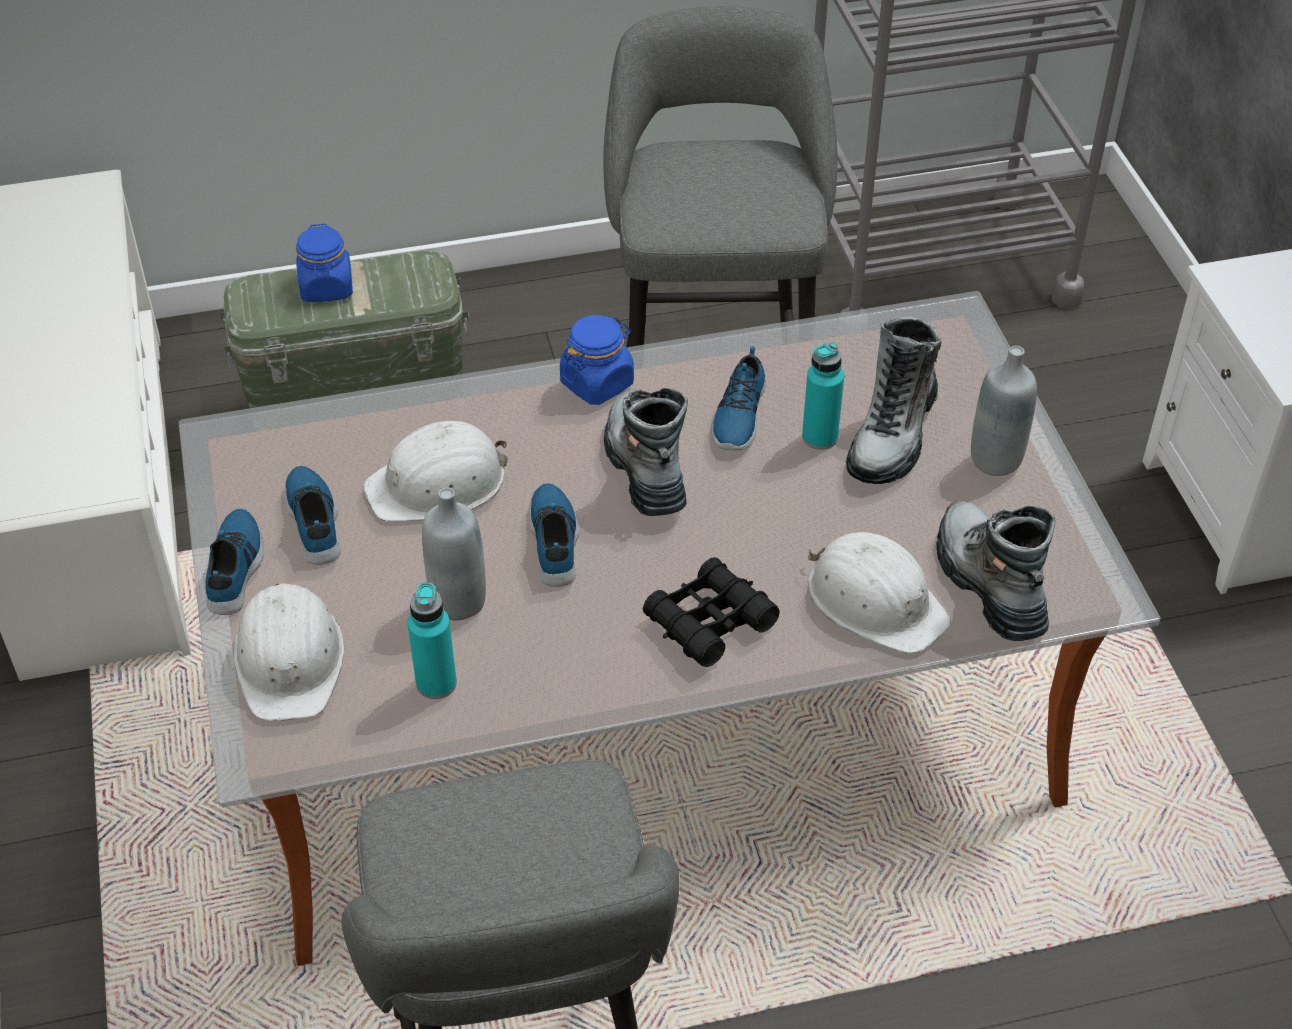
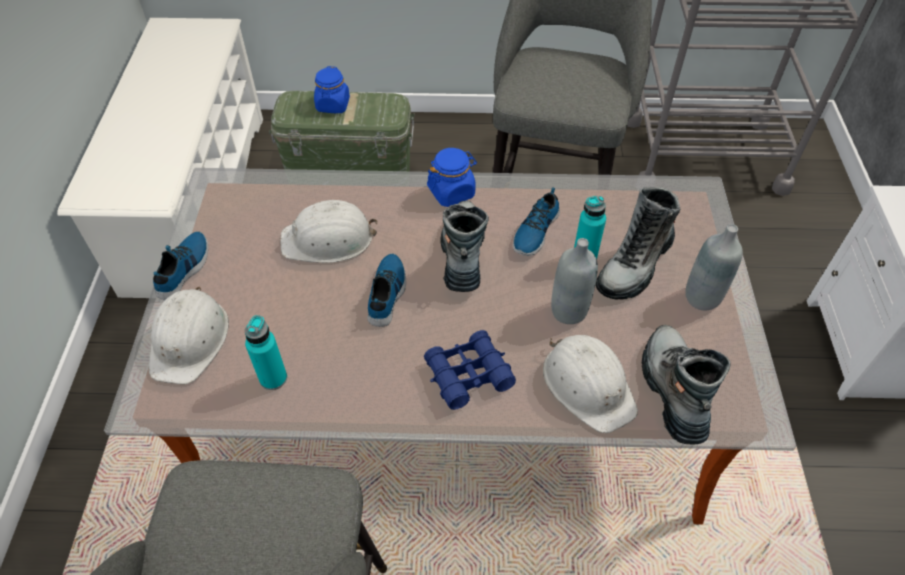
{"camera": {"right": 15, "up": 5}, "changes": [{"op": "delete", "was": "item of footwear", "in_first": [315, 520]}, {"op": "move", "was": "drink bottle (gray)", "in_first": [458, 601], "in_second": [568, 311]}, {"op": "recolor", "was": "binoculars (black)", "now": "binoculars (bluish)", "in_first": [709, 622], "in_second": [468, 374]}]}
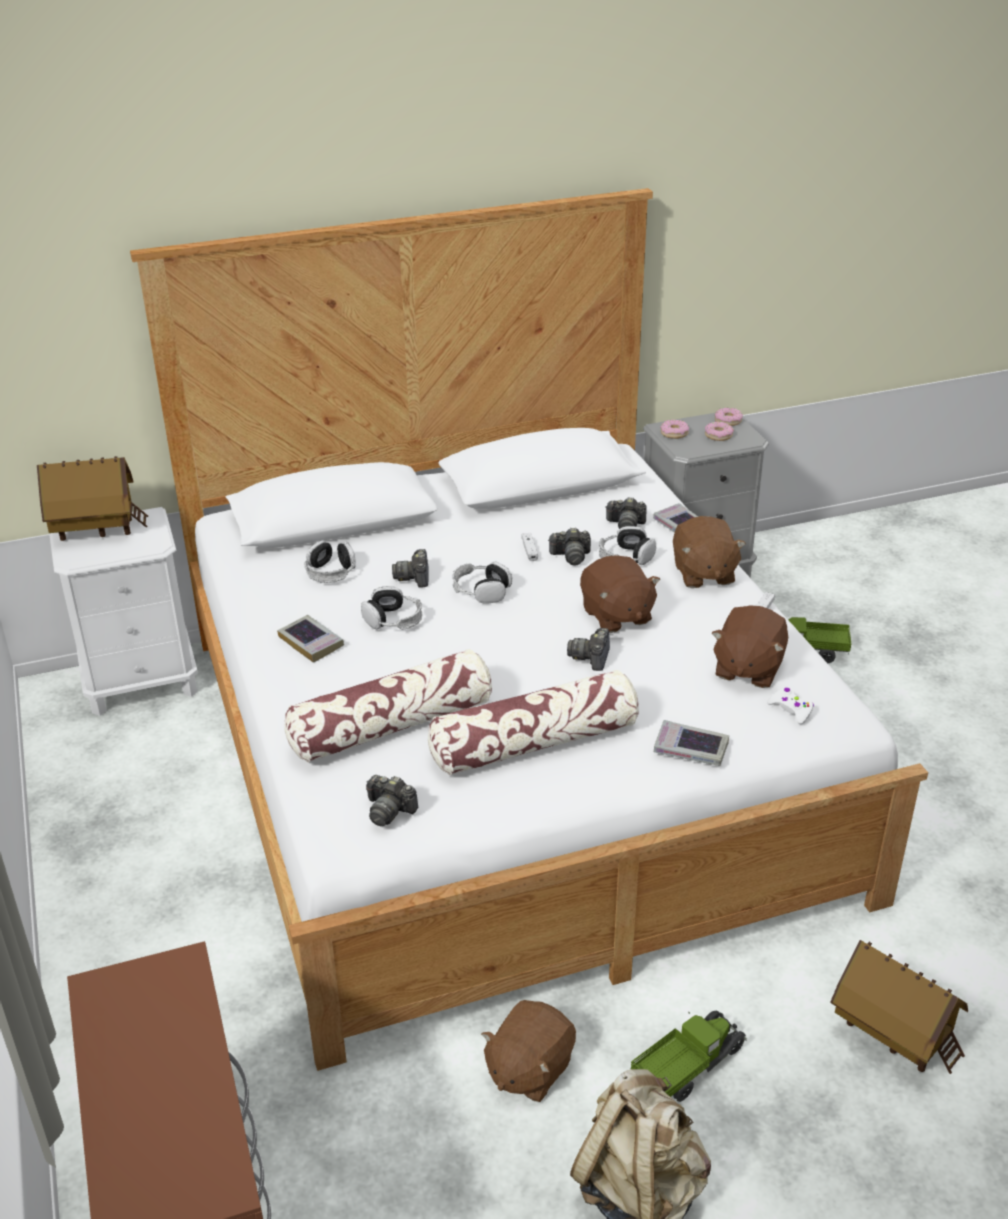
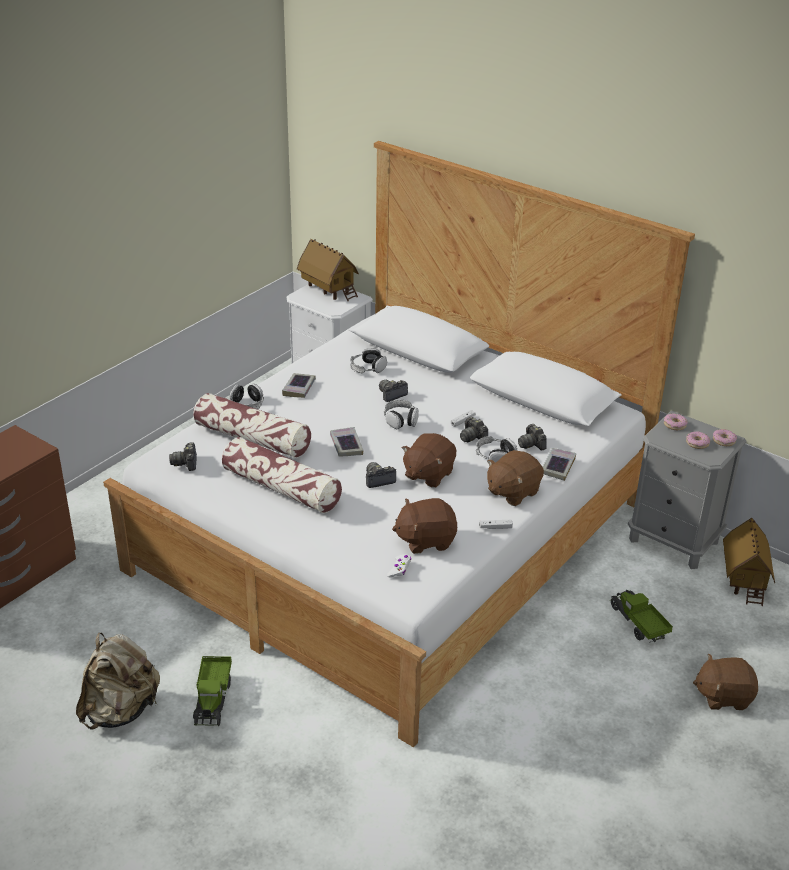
{"camera": {"right": 55, "up": 0}, "changes": [{"op": "move", "was": "pair of headphones", "in_first": [393, 620], "in_second": [247, 404]}, {"op": "move", "was": "bound book", "in_first": [690, 749], "in_second": [346, 445]}, {"op": "move", "was": "model house", "in_first": [893, 1036], "in_second": [744, 580]}, {"op": "move", "was": "plush toy (brown)", "in_first": [529, 1069], "in_second": [723, 696]}, {"op": "rotate", "was": "model truck", "in_first": [687, 1067], "in_second": [213, 699], "clockwise": 75}]}
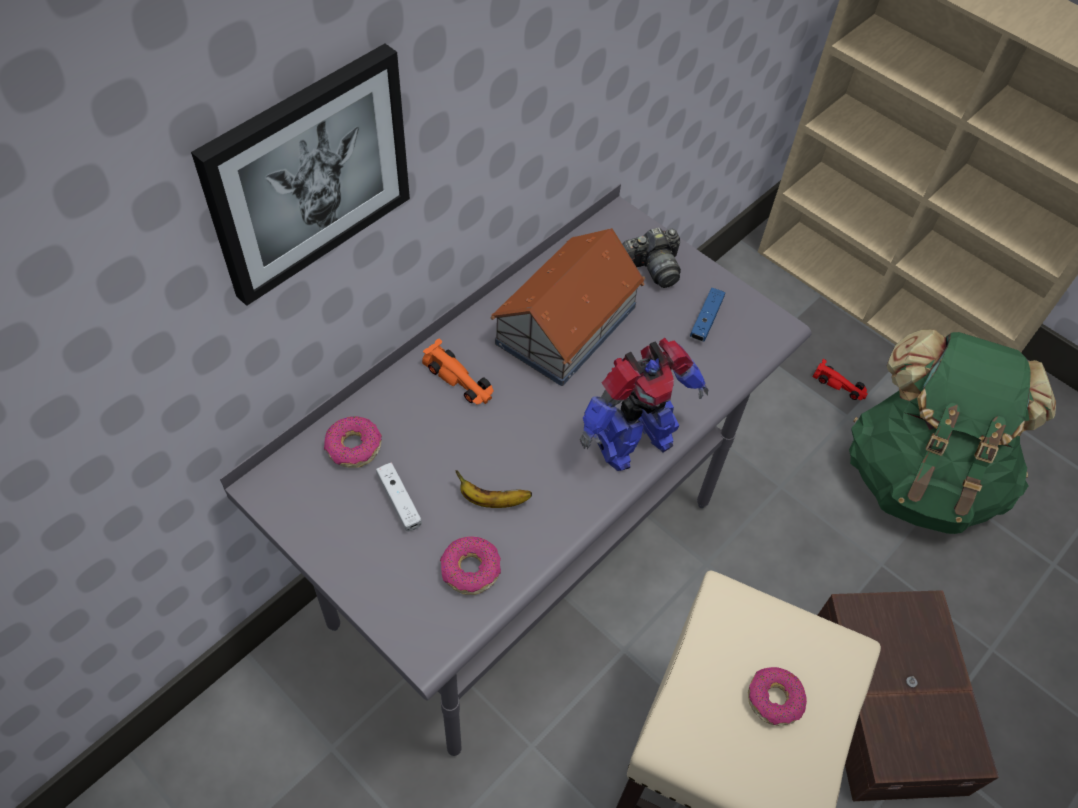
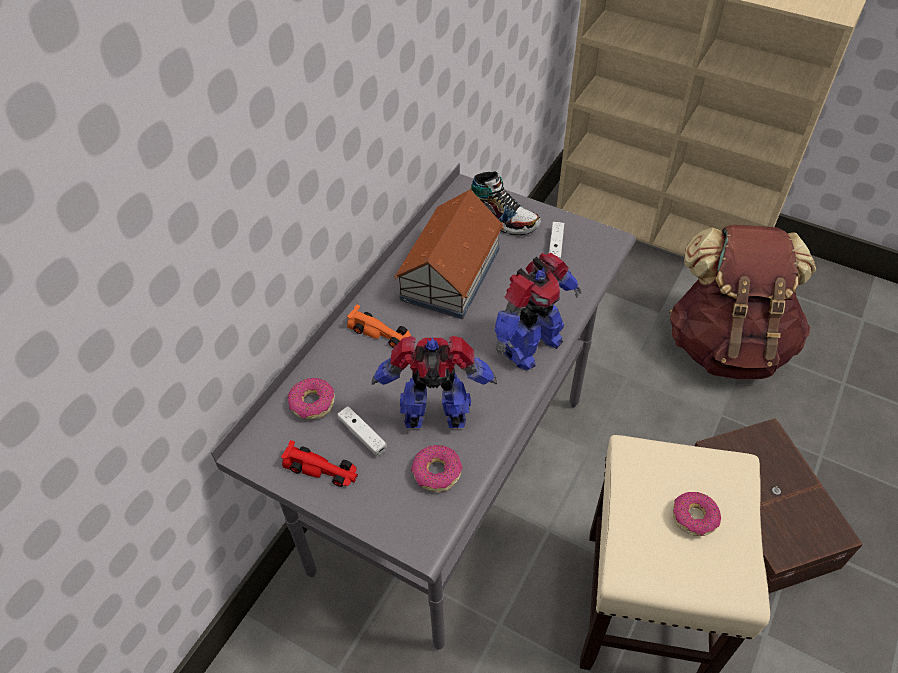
{"camera": {"right": -10, "up": -5}, "changes": [{"op": "delete", "was": "picture", "in_first": [308, 173]}, {"op": "replace", "was": "still camera", "now": "item of footwear", "in_first": [652, 268], "in_second": [502, 219]}, {"op": "recolor", "was": "joypad (bluish)", "now": "joypad (whitish)", "in_first": [706, 320], "in_second": [555, 246]}, {"op": "recolor", "was": "rucksack (green)", "now": "rucksack (brown)", "in_first": [919, 477], "in_second": [727, 344]}, {"op": "move", "was": "toy car (reddish)", "in_first": [840, 385], "in_second": [322, 469]}, {"op": "replace", "was": "banana", "now": "model robot", "in_first": [492, 500], "in_second": [436, 416]}]}
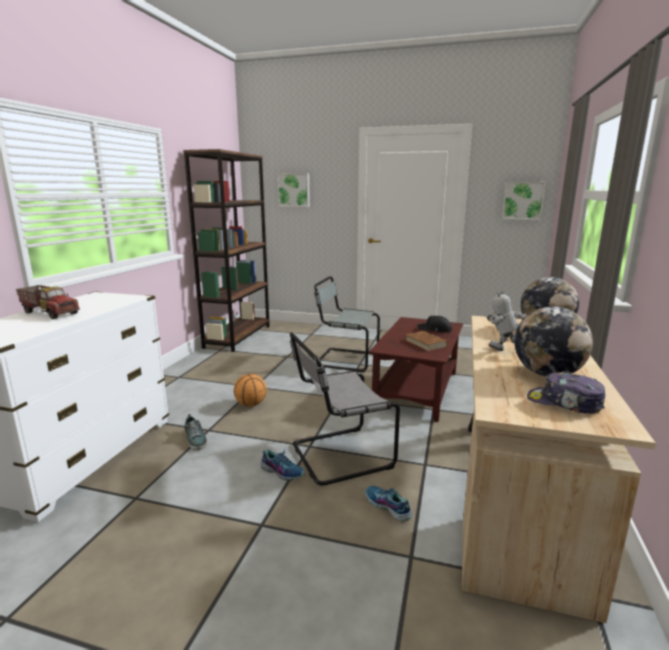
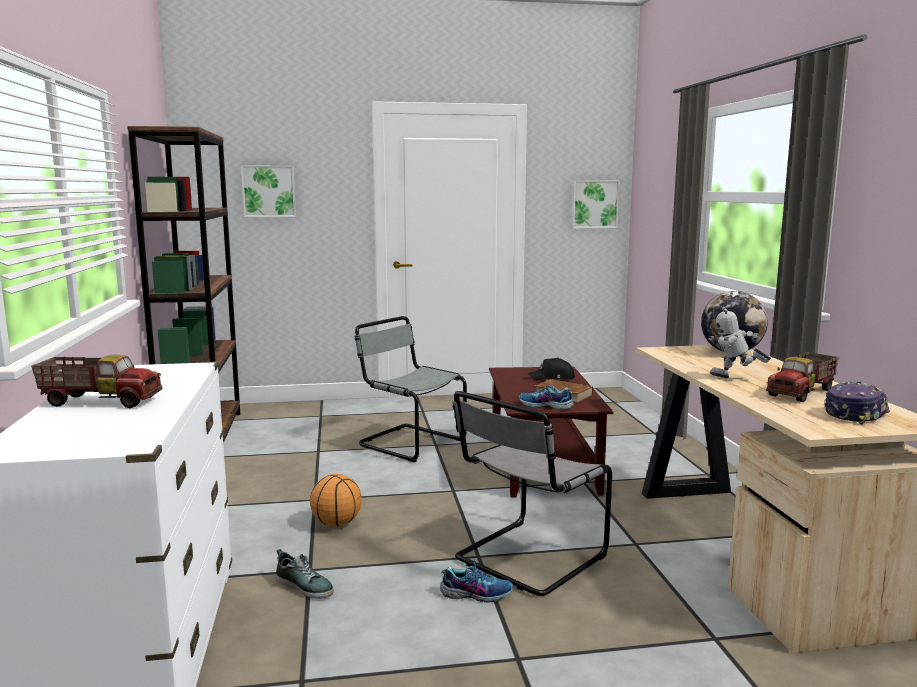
{"camera": {"right": -25, "up": -5}, "changes": [{"op": "rotate", "was": "plain chair (gray)", "in_first": [344, 360], "in_second": [408, 442], "clockwise": 45}, {"op": "replace", "was": "desk globe", "now": "model truck", "in_first": [547, 374], "in_second": [802, 393]}, {"op": "rotate", "was": "cap", "in_first": [564, 403], "in_second": [855, 414], "clockwise": 135}, {"op": "move", "was": "item of footwear", "in_first": [387, 507], "in_second": [545, 406]}]}
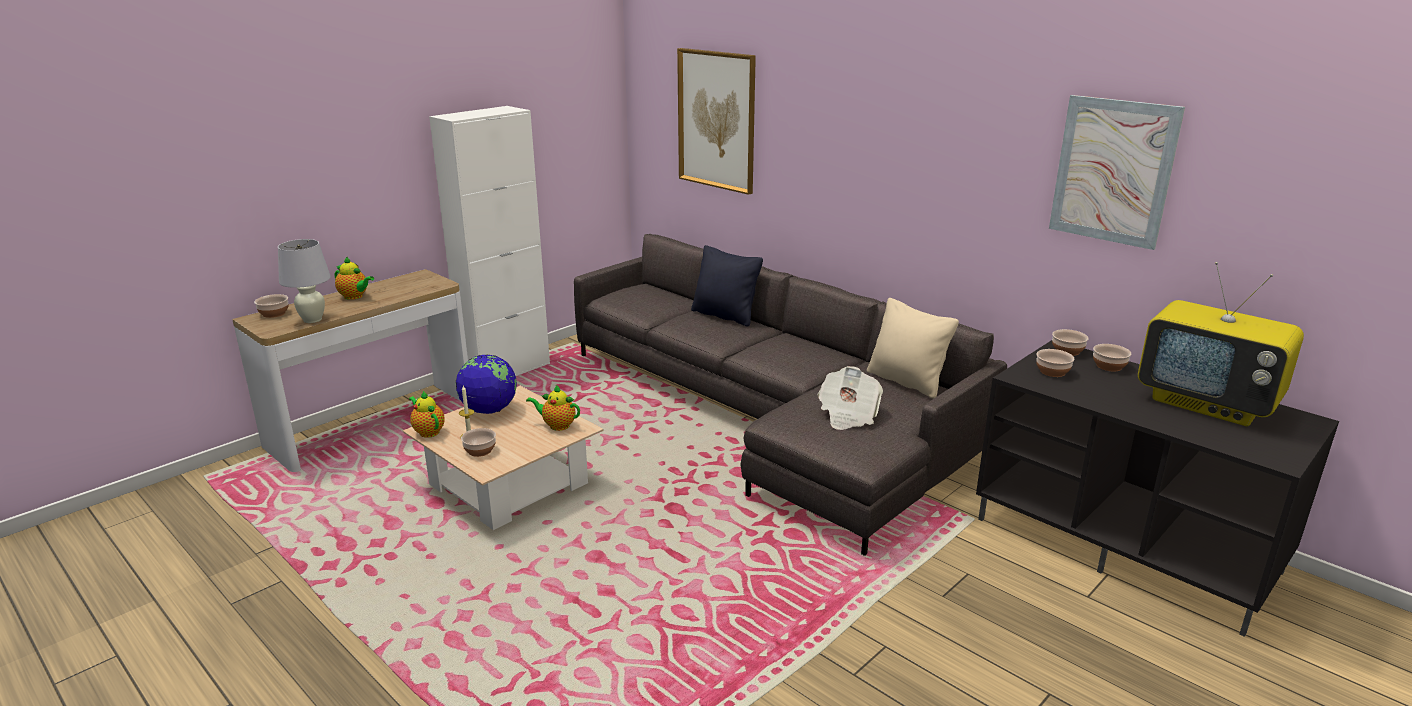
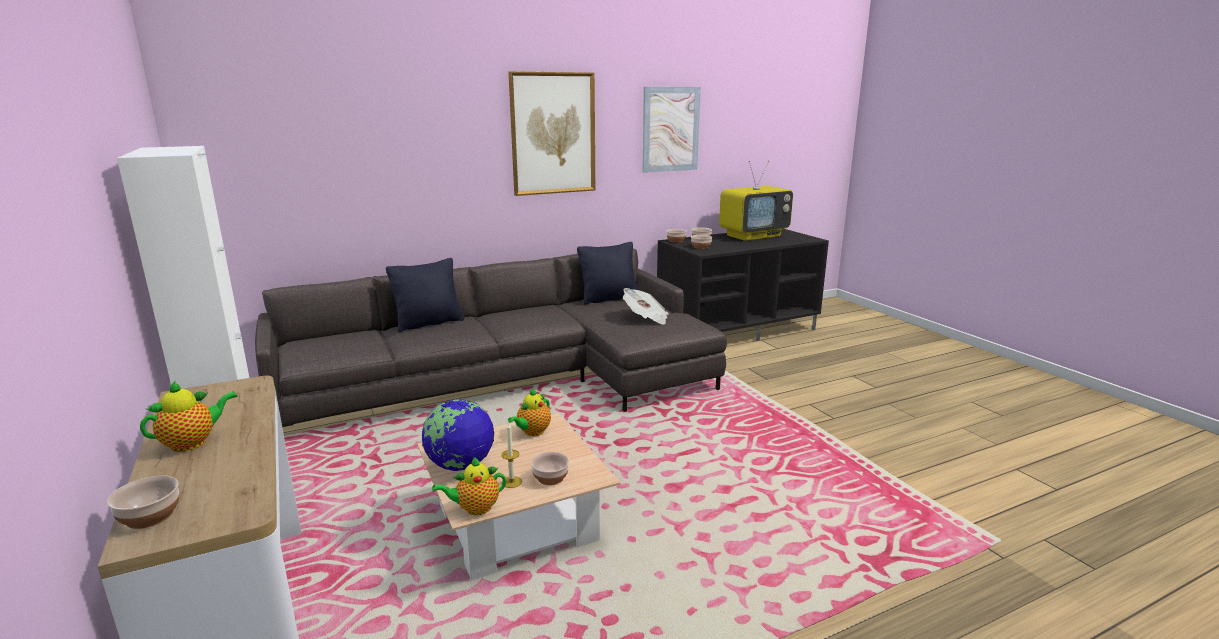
{"camera": {"right": -70, "up": -5}, "changes": [{"op": "move", "was": "picture", "in_first": [717, 120], "in_second": [553, 134]}, {"op": "delete", "was": "tabletop lamp (whitish)", "in_first": [312, 320]}, {"op": "recolor", "was": "cushion (sand-coloured)", "now": "cushion (black)", "in_first": [906, 382], "in_second": [609, 299]}]}
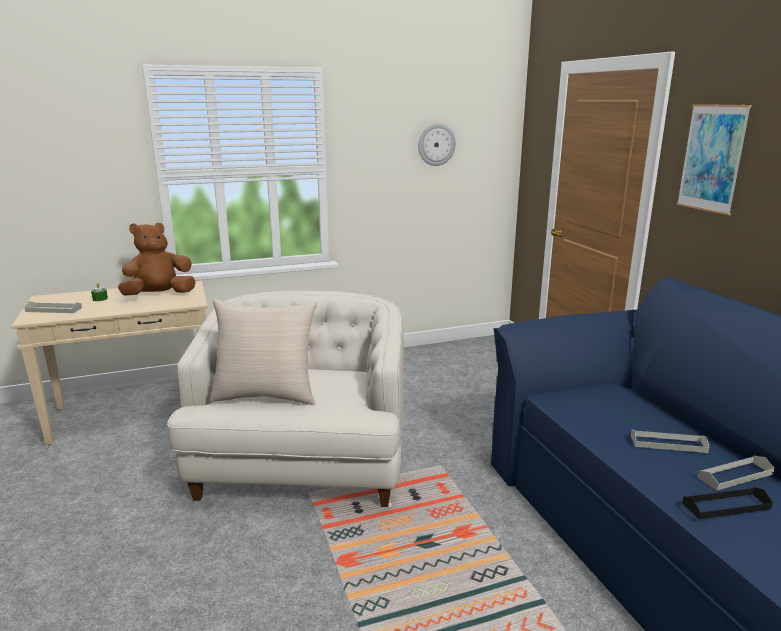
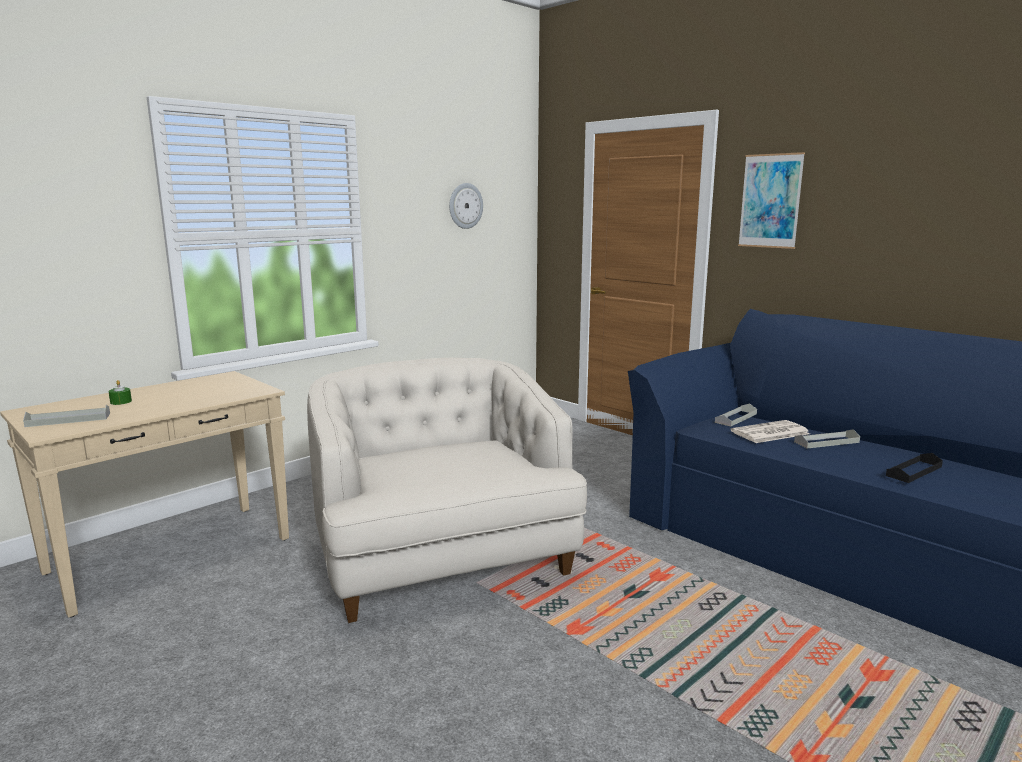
{"camera": {"right": -25, "up": -5}, "changes": [{"op": "delete", "was": "plush toy (brown)", "in_first": [159, 295]}, {"op": "delete", "was": "cushion (sand-coloured)", "in_first": [266, 395]}, {"op": "move", "was": "carrying tray (gray)", "in_first": [735, 475], "in_second": [736, 418]}, {"op": "insert", "now": "printed paper", "in_second": [769, 433]}]}
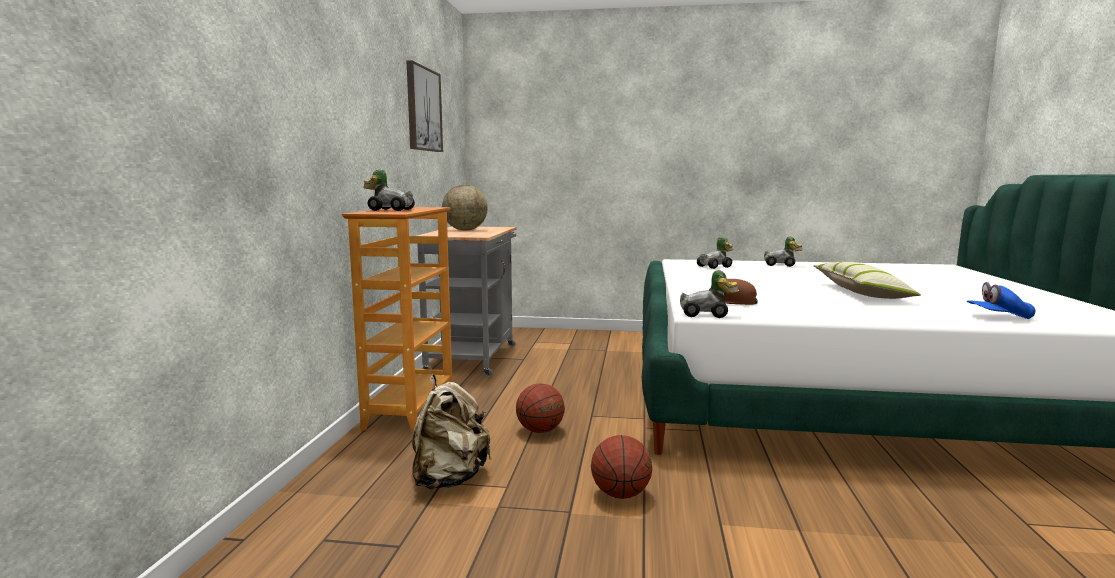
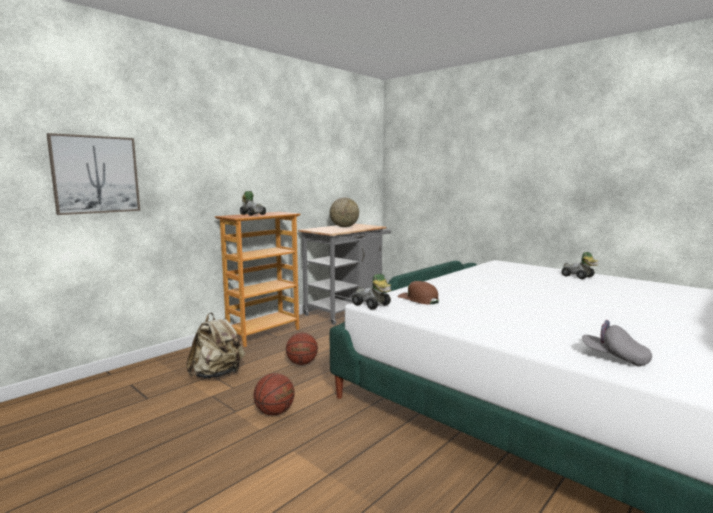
{"camera": {"right": 35, "up": 0}, "changes": [{"op": "move", "was": "picture", "in_first": [423, 109], "in_second": [95, 174]}, {"op": "delete", "was": "toy car", "in_first": [716, 267]}, {"op": "delete", "was": "cushion", "in_first": [861, 293]}, {"op": "recolor", "was": "cap (bluish)", "now": "cap (gray)", "in_first": [999, 317], "in_second": [614, 358]}]}
